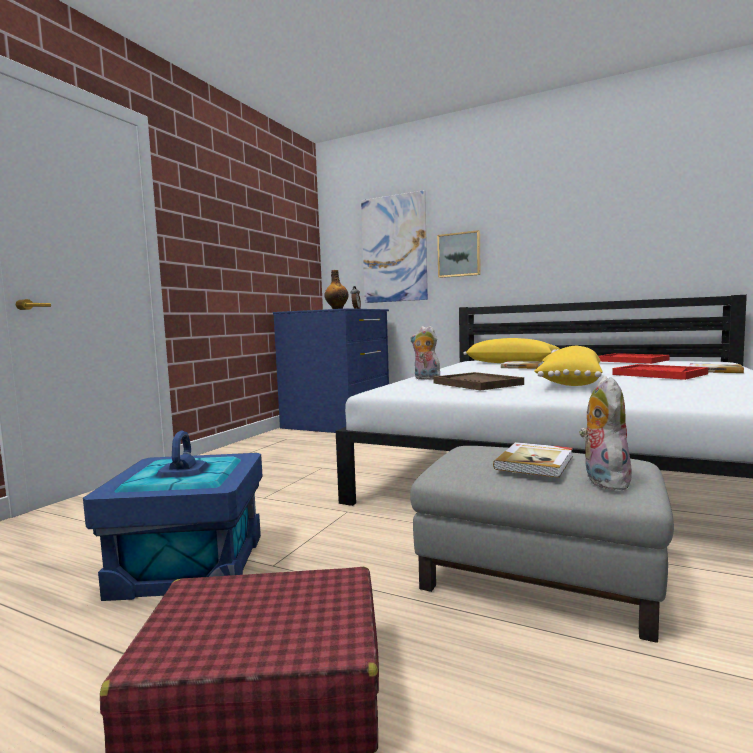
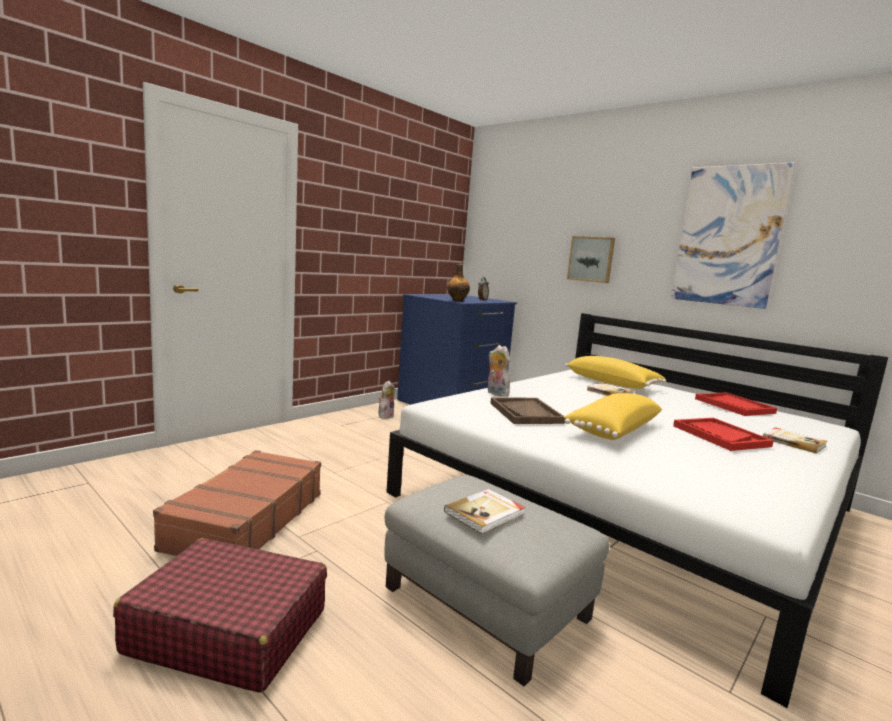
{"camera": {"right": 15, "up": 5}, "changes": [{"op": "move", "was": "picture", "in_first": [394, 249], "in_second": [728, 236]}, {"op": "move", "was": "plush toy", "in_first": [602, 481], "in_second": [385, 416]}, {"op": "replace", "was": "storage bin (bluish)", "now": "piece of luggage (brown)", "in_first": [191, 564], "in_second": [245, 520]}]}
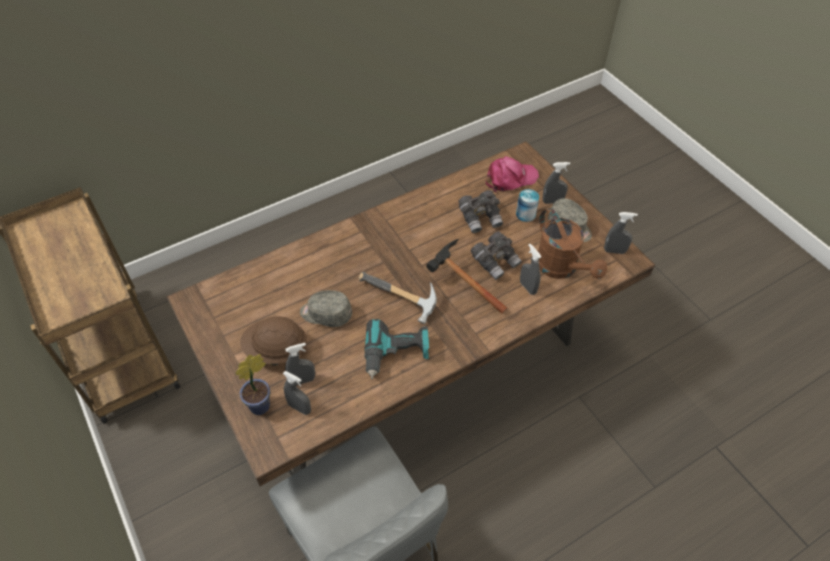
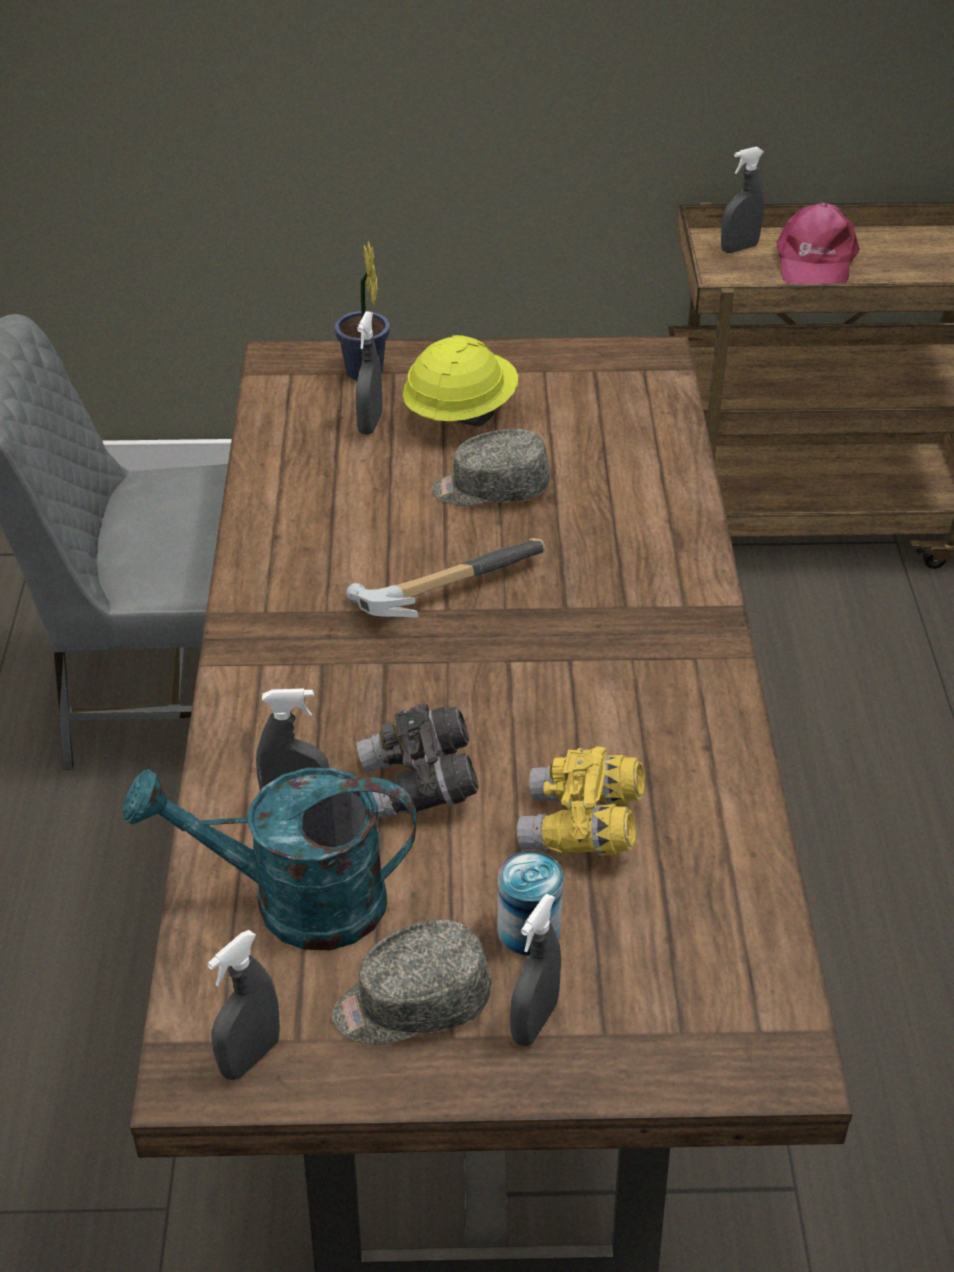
{"camera": {"right": 120, "up": -10}, "changes": [{"op": "move", "was": "cap (pink-coloured)", "in_first": [510, 178], "in_second": [814, 261]}, {"op": "recolor", "was": "binoculars (gray)", "now": "binoculars (yellow-coloured)", "in_first": [480, 218], "in_second": [581, 828]}, {"op": "recolor", "was": "watering can (brown)", "now": "watering can (blue-green)", "in_first": [561, 268], "in_second": [295, 902]}, {"op": "delete", "was": "hand hammer", "in_first": [460, 284]}, {"op": "rotate", "was": "cap (gray)", "in_first": [326, 314], "in_second": [490, 489], "clockwise": -135}, {"op": "recolor", "was": "hard hat (brown)", "now": "hard hat (yellow-coloured)", "in_first": [276, 350], "in_second": [460, 414]}, {"op": "delete", "was": "power drill", "in_first": [396, 354]}, {"op": "move", "was": "sprayer (gray)", "in_first": [299, 408], "in_second": [739, 248]}]}
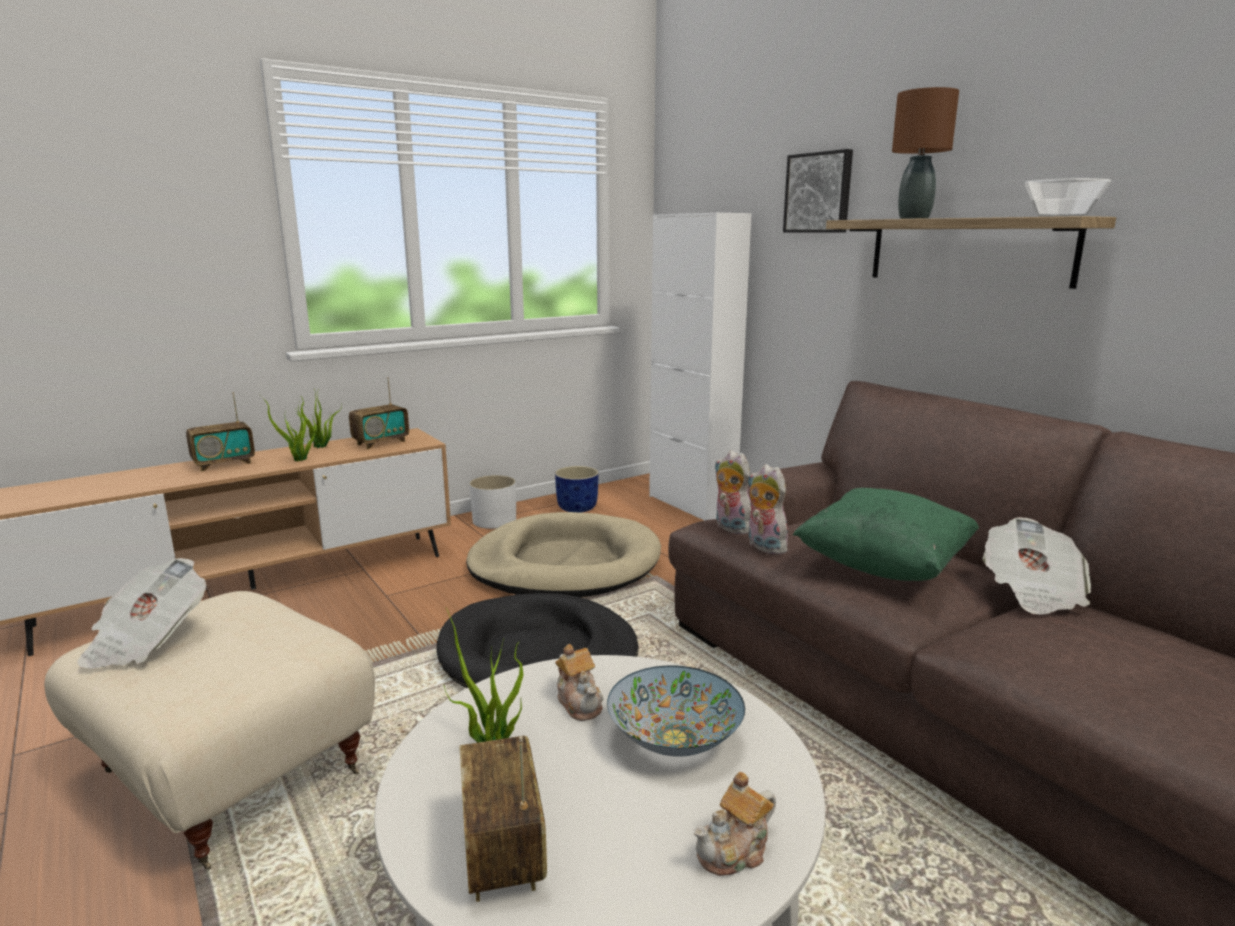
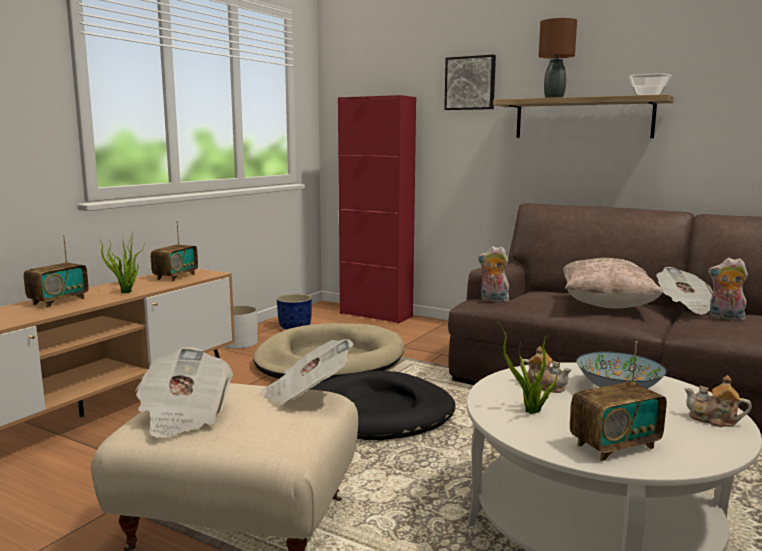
{"camera": {"right": -25, "up": -5}, "changes": [{"op": "recolor", "was": "cupboard (whitish)", "now": "cupboard (reddish)", "in_first": [691, 504], "in_second": [376, 315]}, {"op": "move", "was": "plush toy", "in_first": [763, 547], "in_second": [725, 318]}, {"op": "recolor", "was": "cushion (green)", "now": "cushion (sand-coloured)", "in_first": [884, 567], "in_second": [606, 305]}, {"op": "rotate", "was": "radio receiver", "in_first": [503, 852], "in_second": [614, 446], "clockwise": -75}, {"op": "rotate", "was": "teapot", "in_first": [735, 851], "in_second": [714, 420], "clockwise": 90}, {"op": "insert", "now": "printed paper", "in_second": [306, 394]}]}
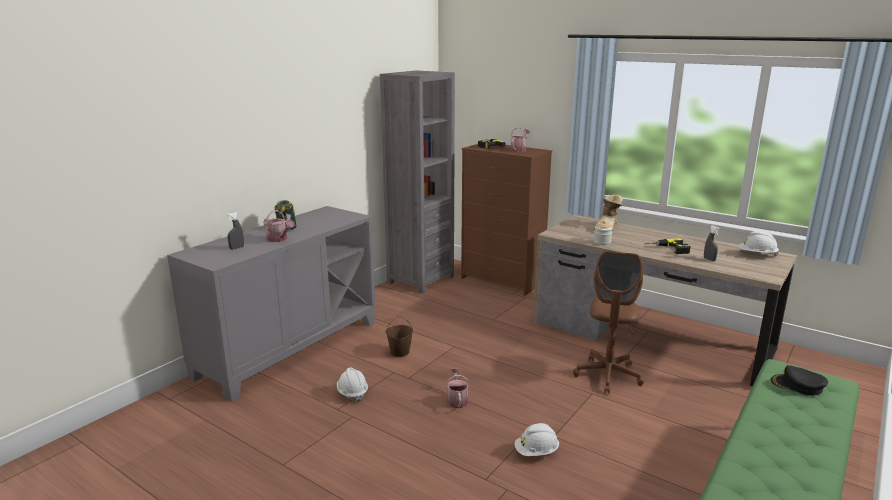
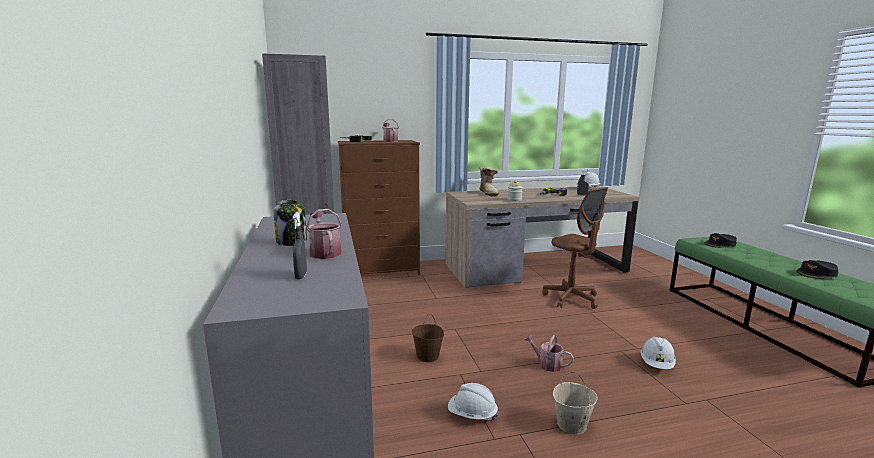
{"camera": {"right": -50, "up": -5}, "changes": [{"op": "rotate", "was": "watering can", "in_first": [279, 239], "in_second": [324, 252], "clockwise": -105}, {"op": "insert", "now": "cap (black)", "in_second": [816, 273]}, {"op": "insert", "now": "pail (sand-coloured)", "in_second": [571, 425]}]}
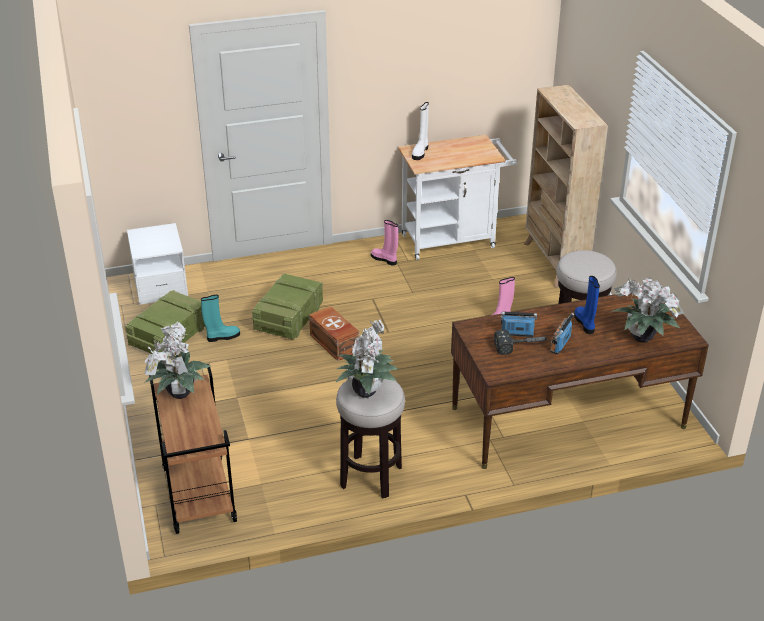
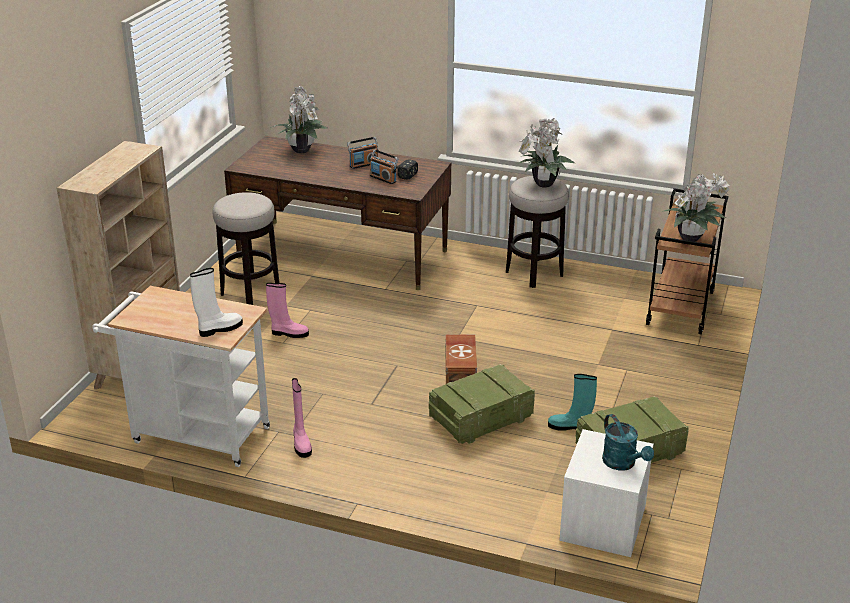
{"camera": {"right": -145, "up": -5}, "changes": [{"op": "delete", "was": "boot (bluish)", "in_first": [585, 323]}, {"op": "insert", "now": "watering can (blue-green)", "in_second": [623, 464]}]}
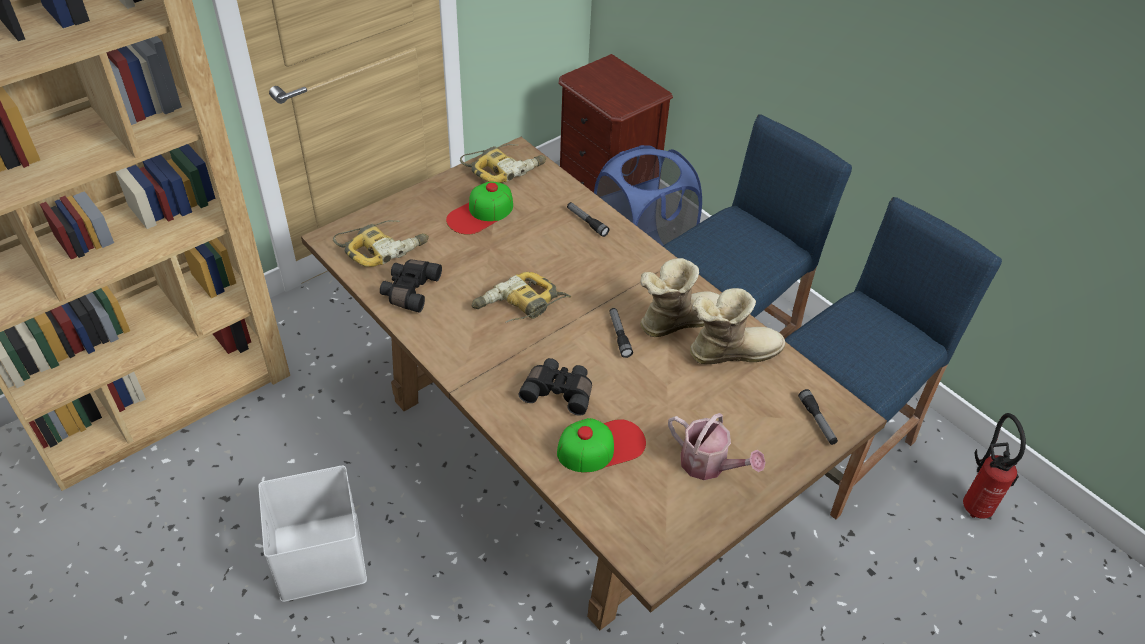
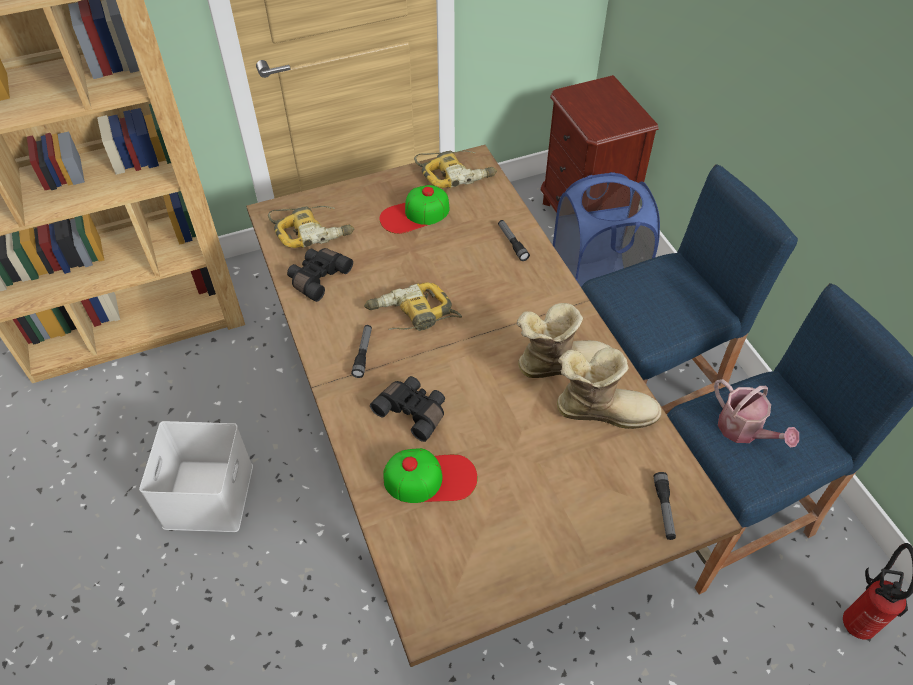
{"camera": {"right": 20, "up": 5}, "changes": [{"op": "move", "was": "hand torch", "in_first": [619, 335], "in_second": [363, 354]}, {"op": "move", "was": "watering can", "in_first": [709, 465], "in_second": [744, 430]}]}
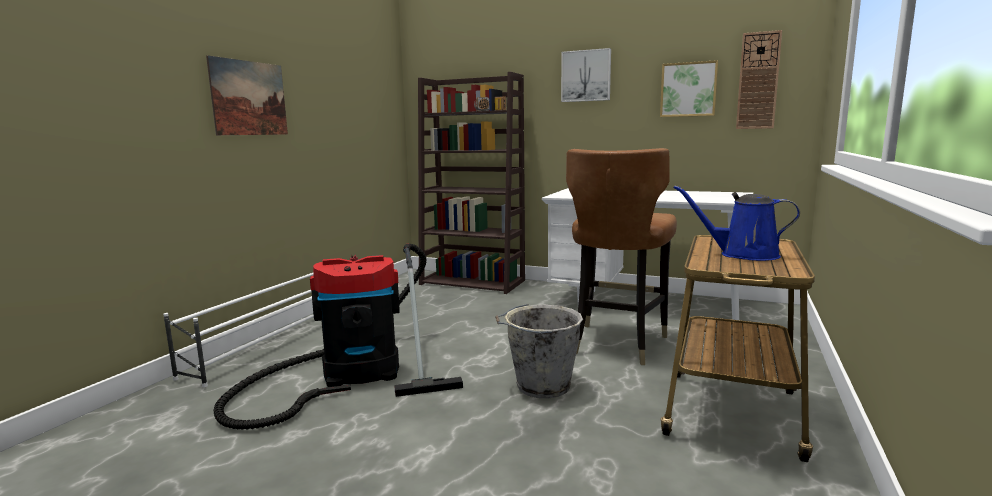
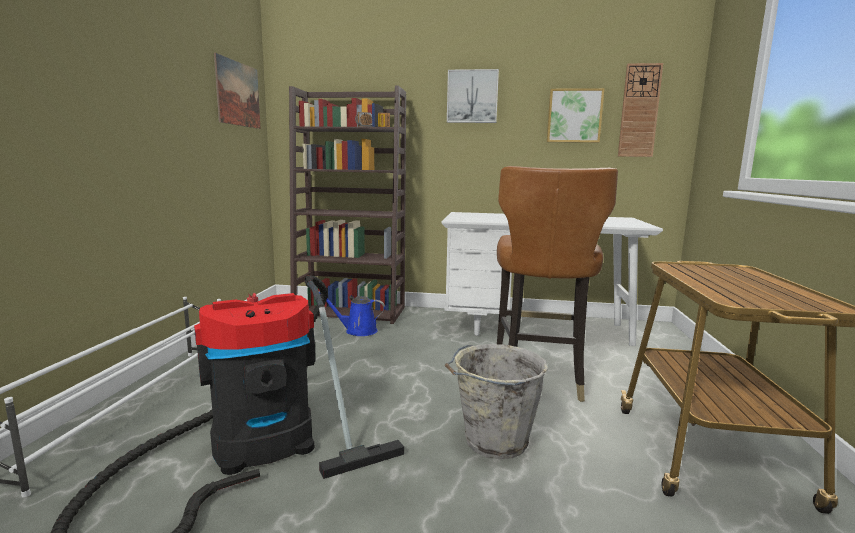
{"camera": {"right": -15, "up": 0}, "changes": [{"op": "move", "was": "picture", "in_first": [249, 98], "in_second": [238, 94]}, {"op": "move", "was": "watering can (bluish)", "in_first": [743, 255], "in_second": [358, 331]}]}
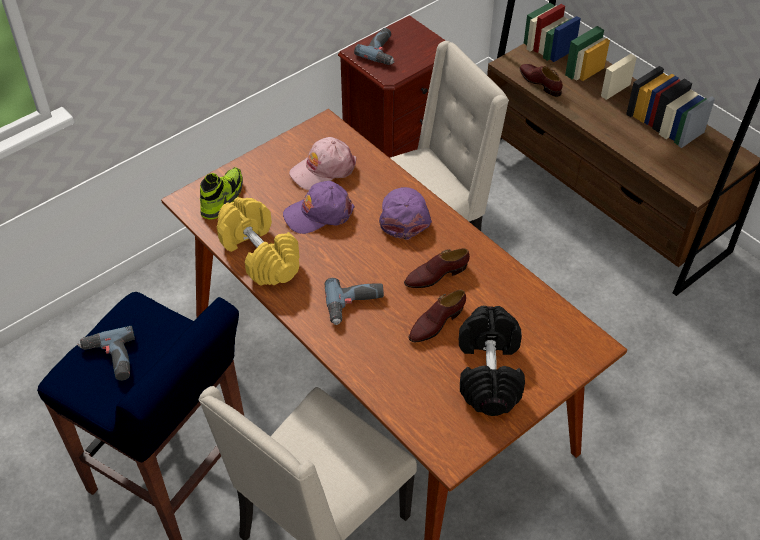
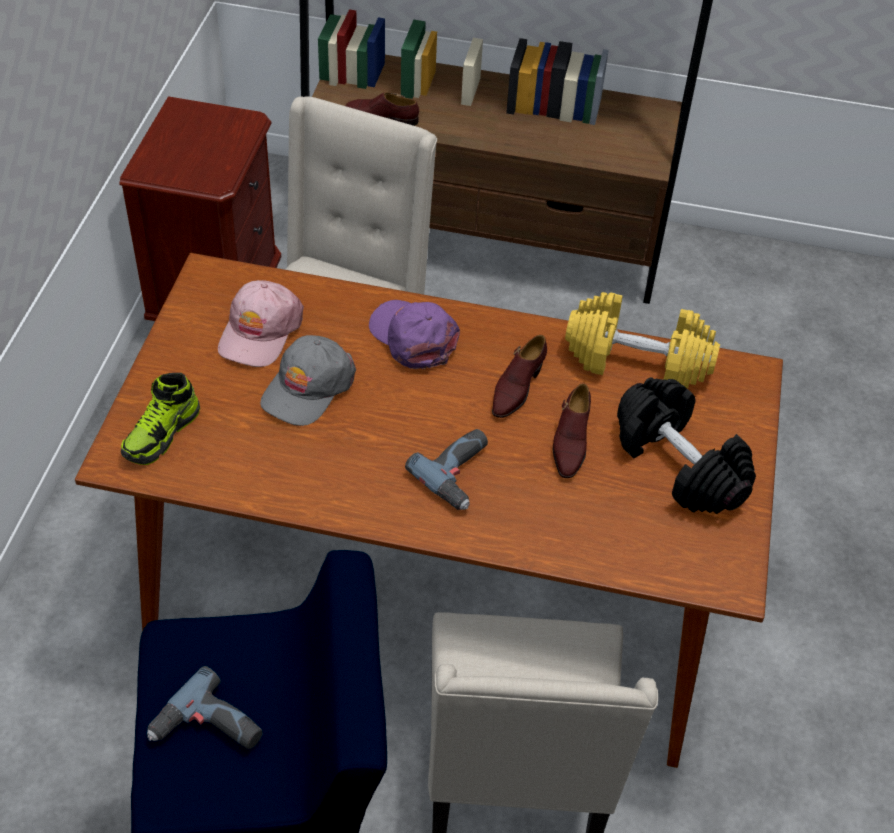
{"camera": {"right": -40, "up": 0}, "changes": [{"op": "delete", "was": "power drill", "in_first": [383, 51]}, {"op": "rotate", "was": "item of footwear", "in_first": [222, 198], "in_second": [162, 434], "clockwise": -135}, {"op": "recolor", "was": "cap (purplish)", "now": "cap (gray)", "in_first": [319, 213], "in_second": [308, 387]}, {"op": "move", "was": "free weight (yellow-coloured)", "in_first": [260, 255], "in_second": [638, 361]}]}
